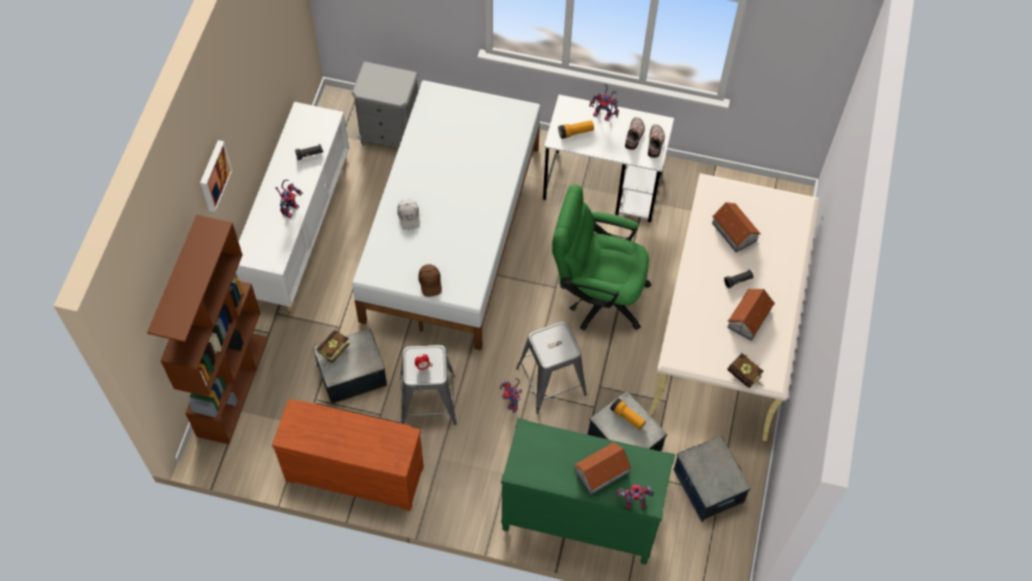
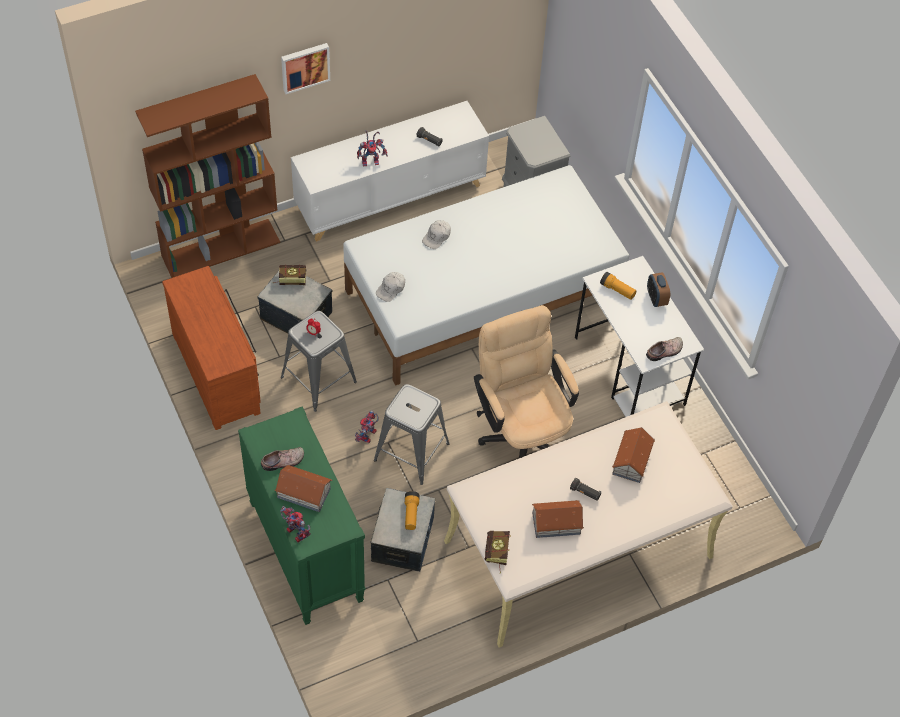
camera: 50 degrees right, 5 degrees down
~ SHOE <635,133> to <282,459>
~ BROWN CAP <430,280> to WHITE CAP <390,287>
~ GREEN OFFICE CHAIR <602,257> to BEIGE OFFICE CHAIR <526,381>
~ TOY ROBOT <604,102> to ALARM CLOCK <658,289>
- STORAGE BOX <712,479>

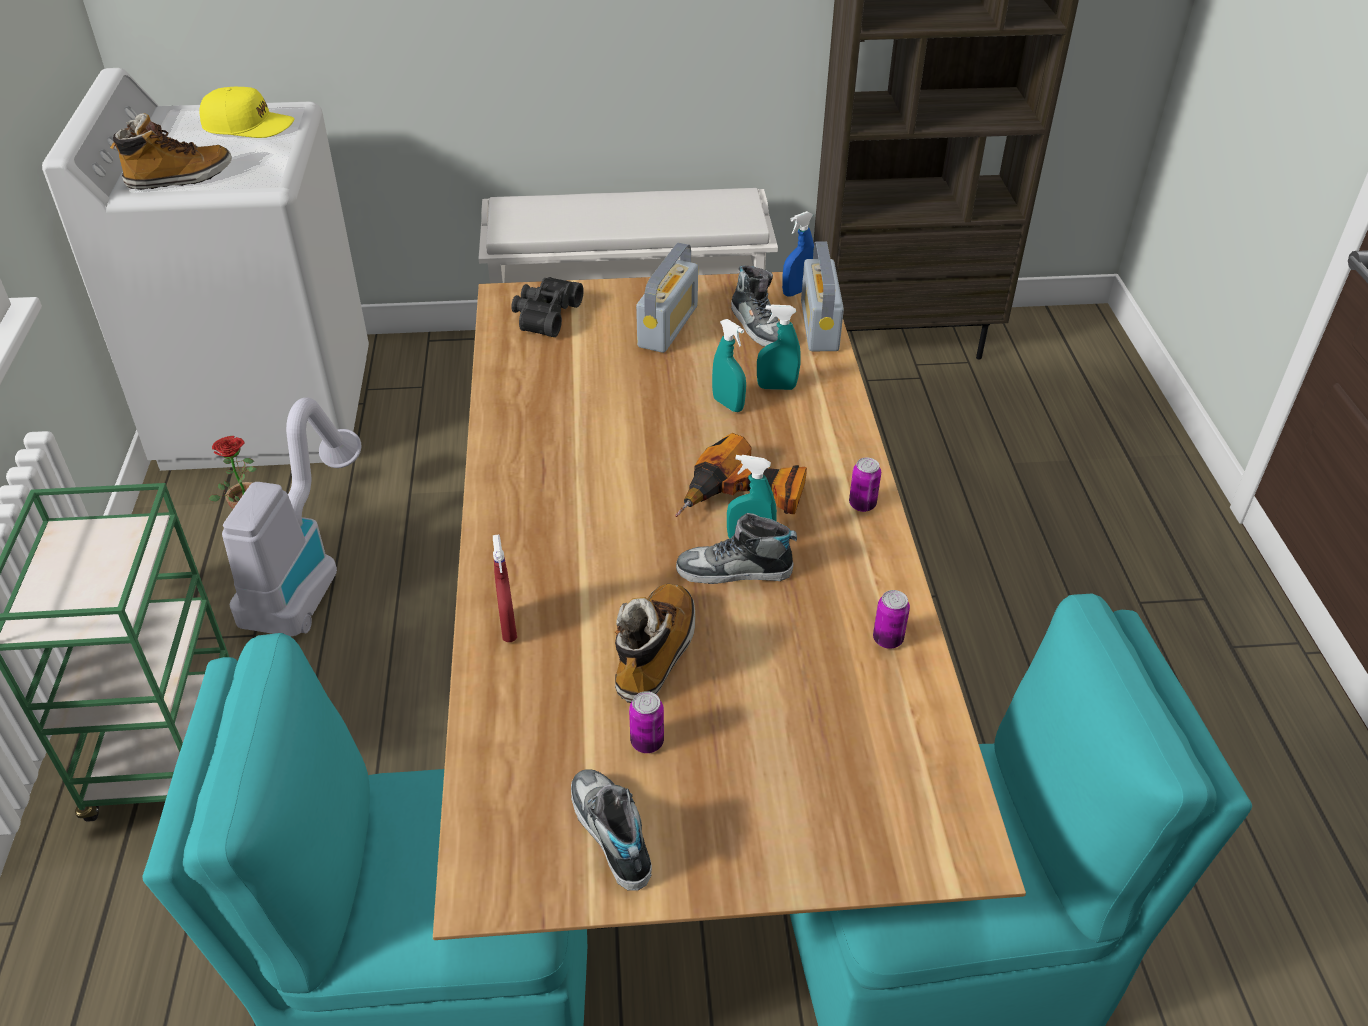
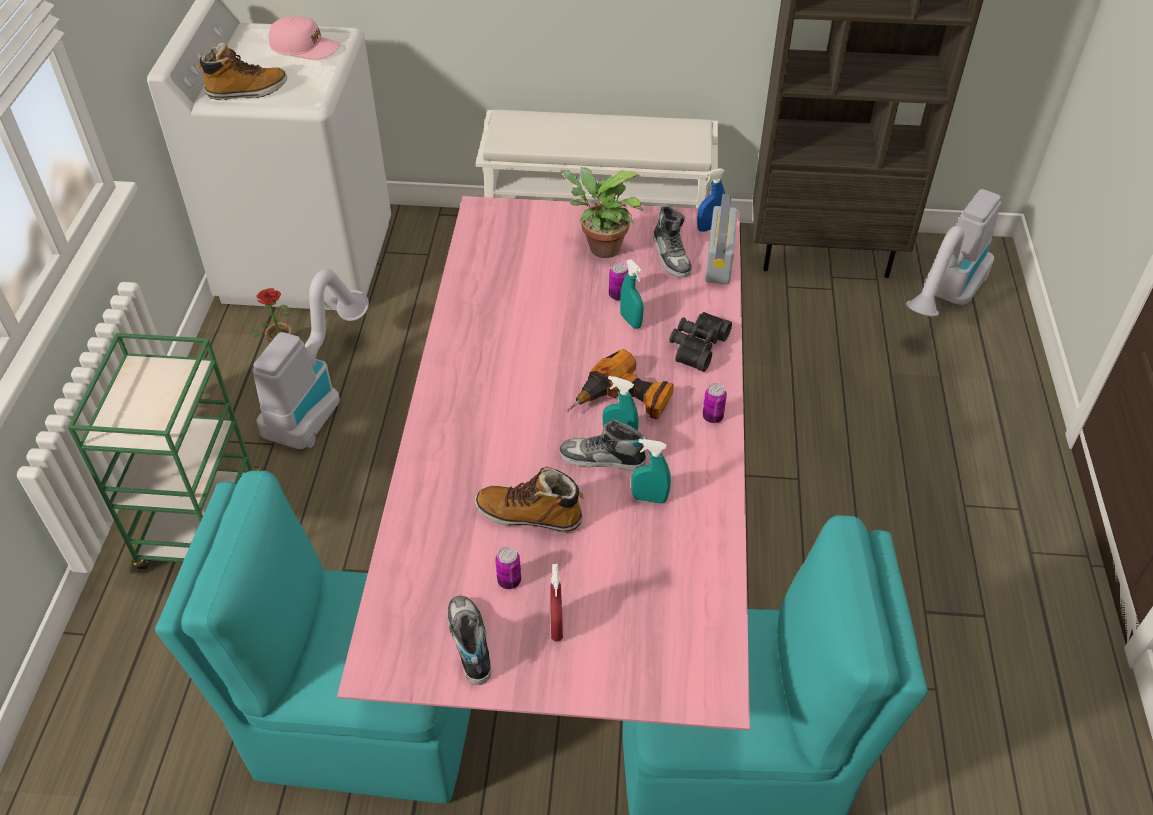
camera: 10 degrees right, 5 degrees up
~ YELLOW CAP <246,112> to PINK CAP <304,38>
~ BROWN DINING TABLE <729,606> to PINK DINING TABLE <543,463>
~ BOOT <655,643> = <529,499> 105 degrees counterclockwise
~ RED SPRAY BOTTLE <505,588> to <556,603>
~ RADIO <667,298> to POTTED PLANT <602,212>
~ CAN <891,619> to <618,281>
~ TURQUOISE SPRAY BOTTLE <779,347> to <651,471>
~ BLACK BINOCULARS <547,307> to <700,342>
+ VACUUM CLEANER <953,253>

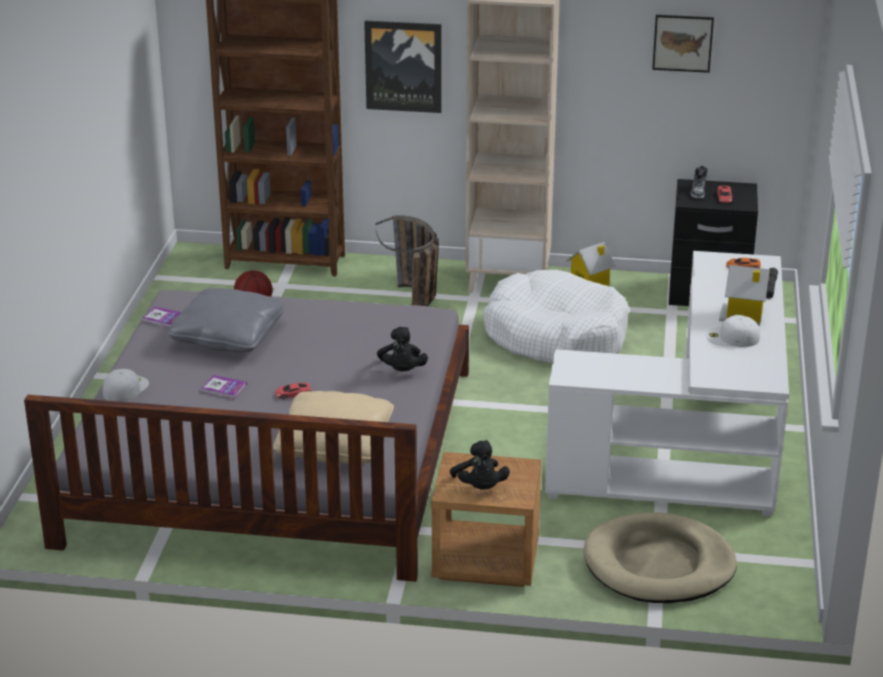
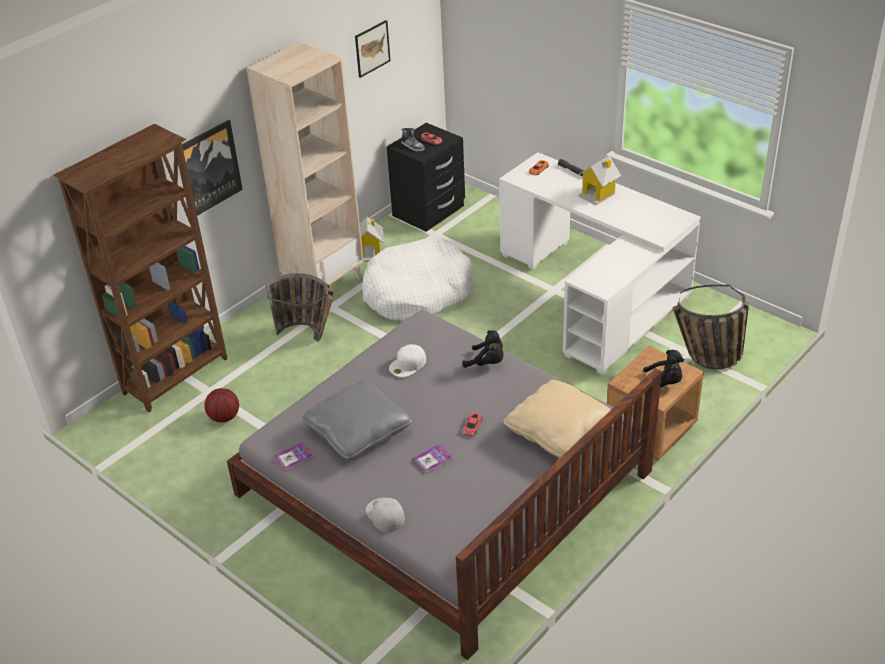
camera: 55 degrees left, 10 degrees up
~ WHITE CAP <733,331> to <407,360>
~ BEIGE DOG BED <660,557> to BASKET <710,327>

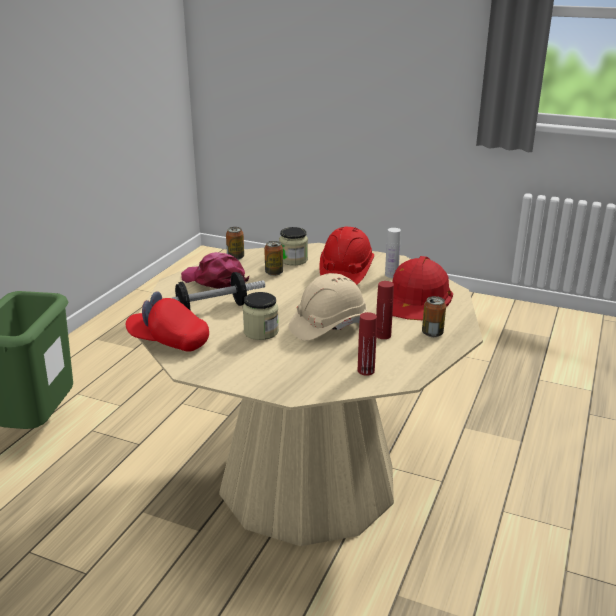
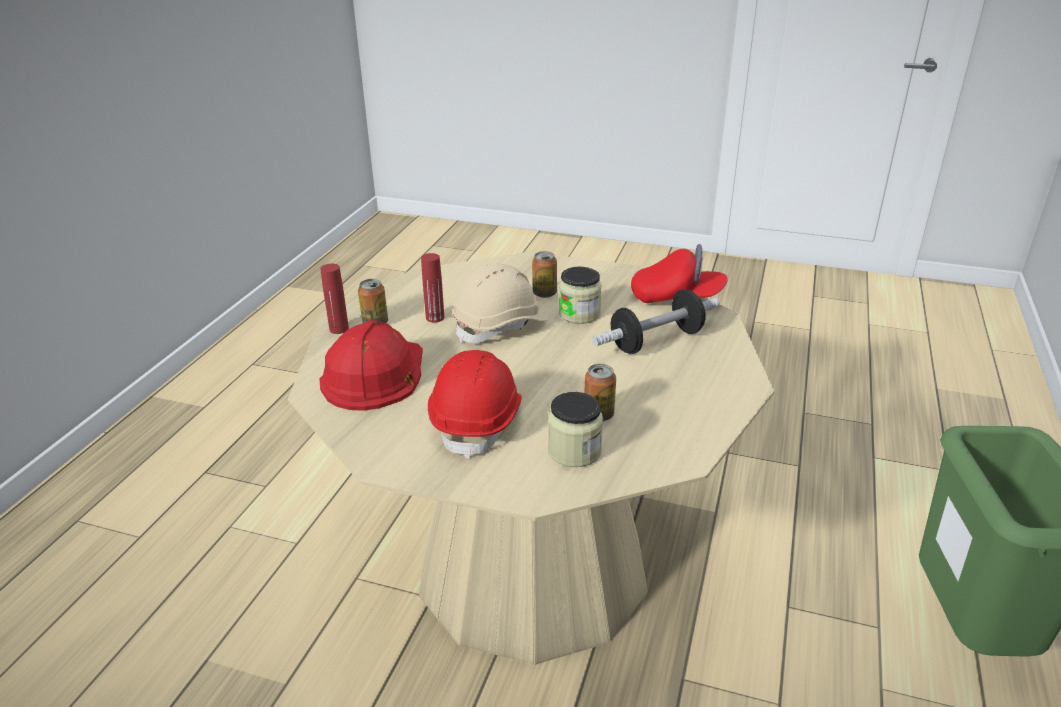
camera: 175 degrees right, 5 degrees up
~ RED BOTTLE <367,344> to <334,299>
~ CAN <235,243> to <544,274>
- PINK CAP <215,270>
- WHITE BOTTLE <393,253>

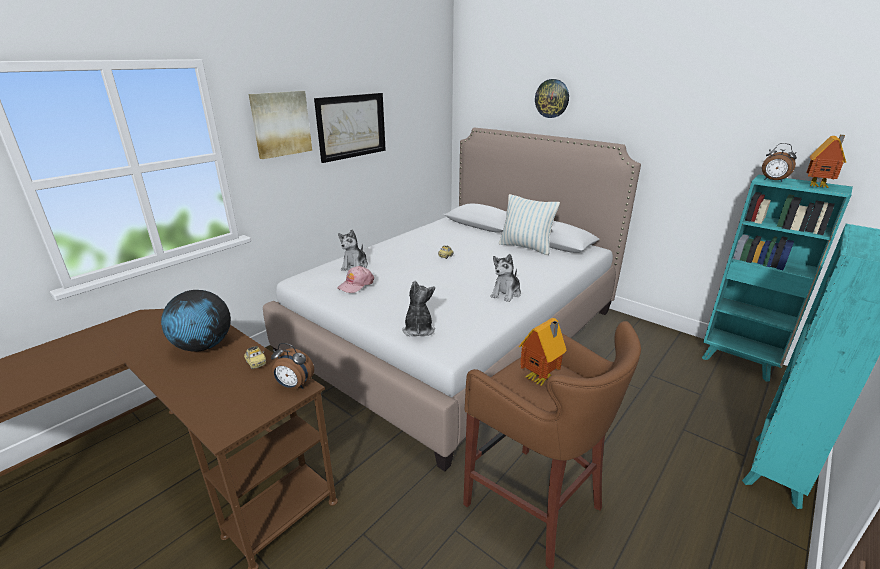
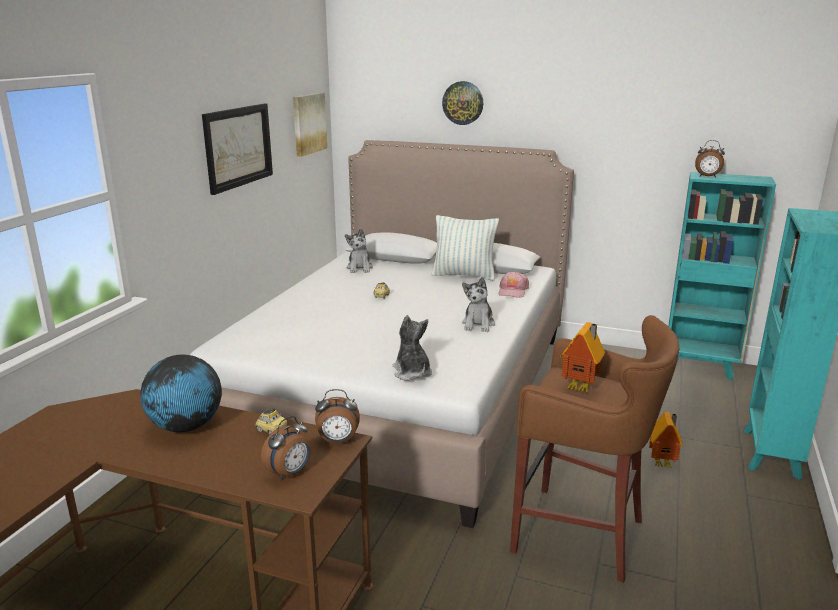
camera: 20 degrees left, 5 degrees down
+ ALARM CLOCK <286,448>
~ PICTURE <280,125> to <310,125>
~ PLUSH TOY <353,250> to <359,251>
~ PINK CAP <355,279> to <513,284>
~ TOY HOUSE <826,161> to <666,440>

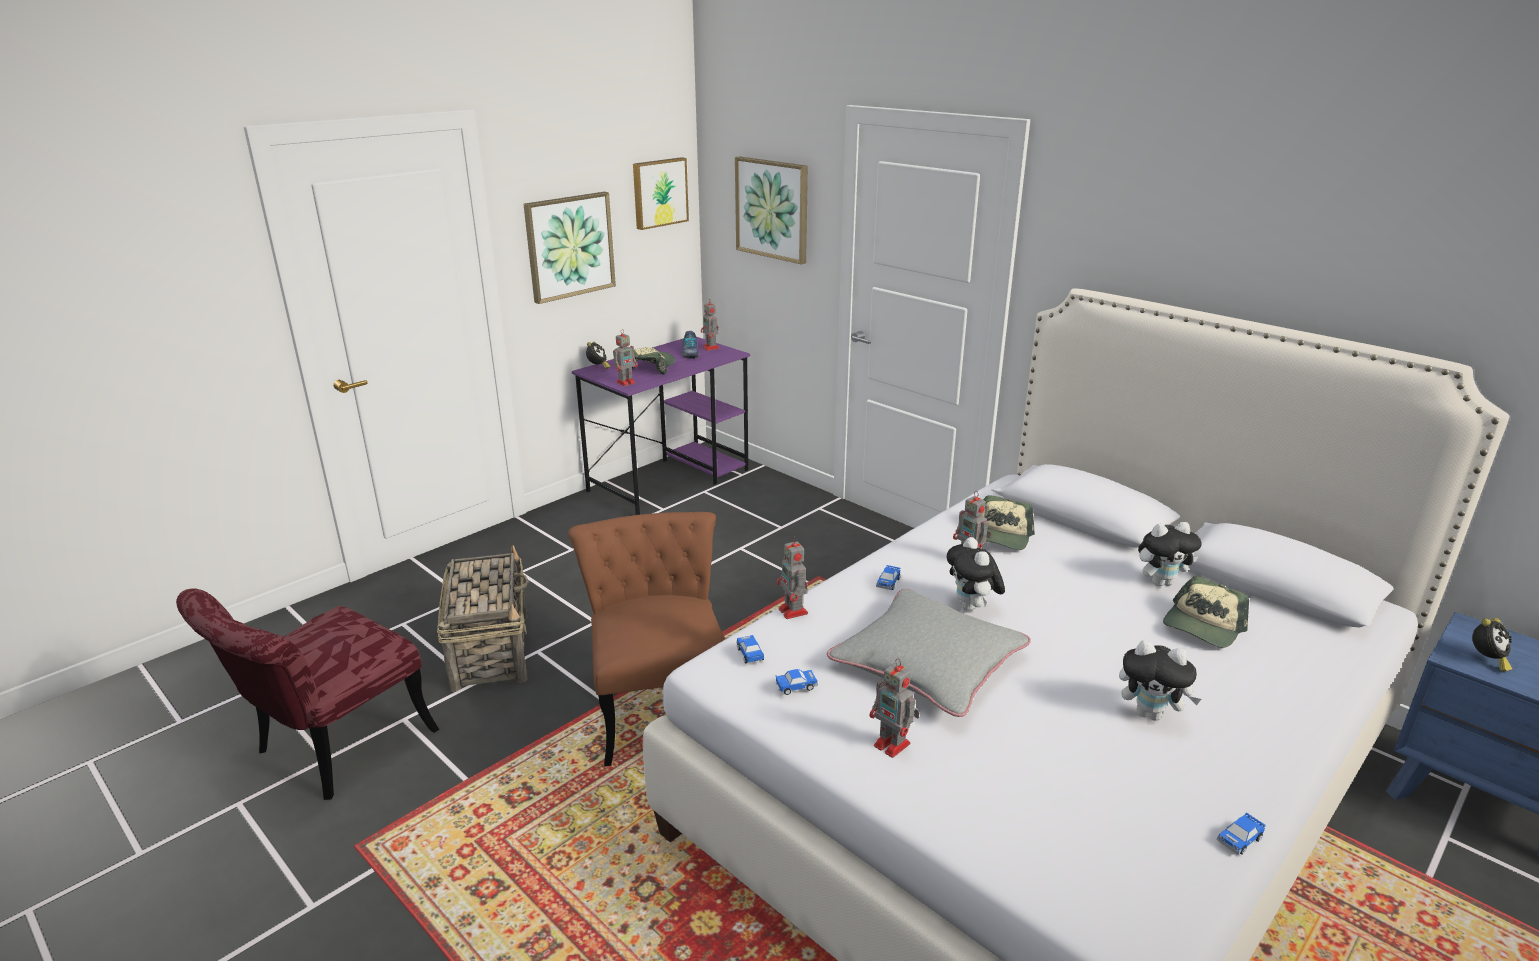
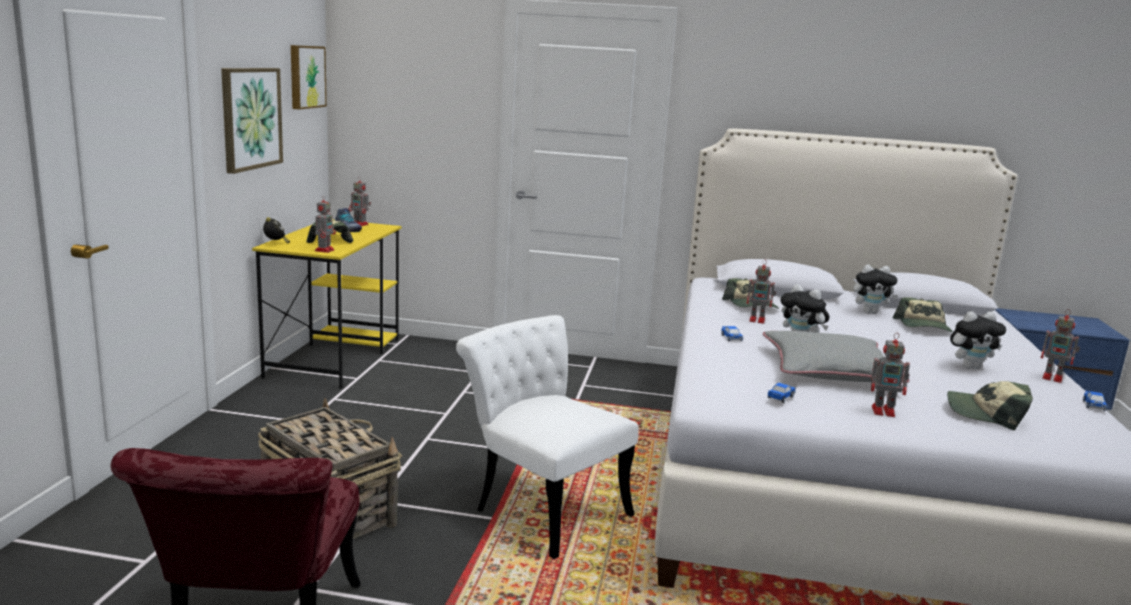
camera: 35 degrees left, 10 degrees down
~ PURPLE DESK <661,426> to YELLOW DESK <327,304>
~ BROWN CHAIR <646,639> to WHITE CHAIR <547,437>
~ PLUSH TOY <1170,554> = <875,289> 45 degrees clockwise
+ CAP <990,405>
~ TOY ROBOT <792,577> to <1060,346>
- PICTURE <771,210>
- TOY CAR <750,649>
- ALARM CLOCK <1492,645>

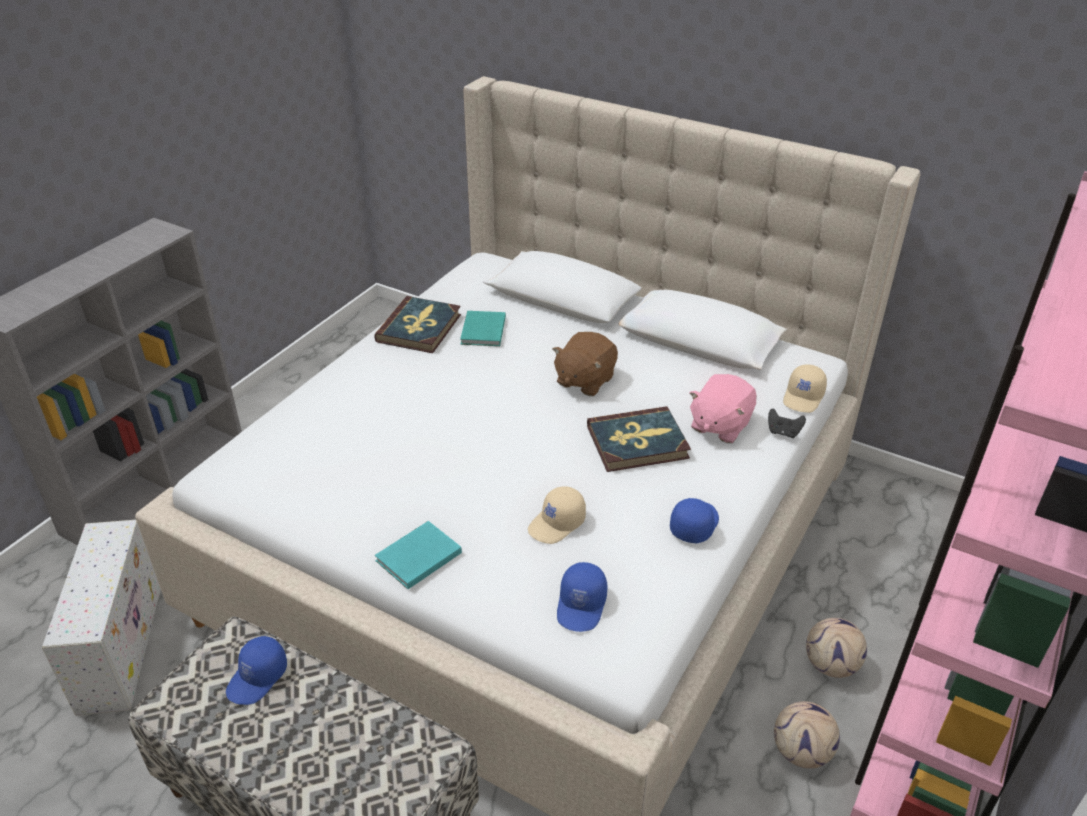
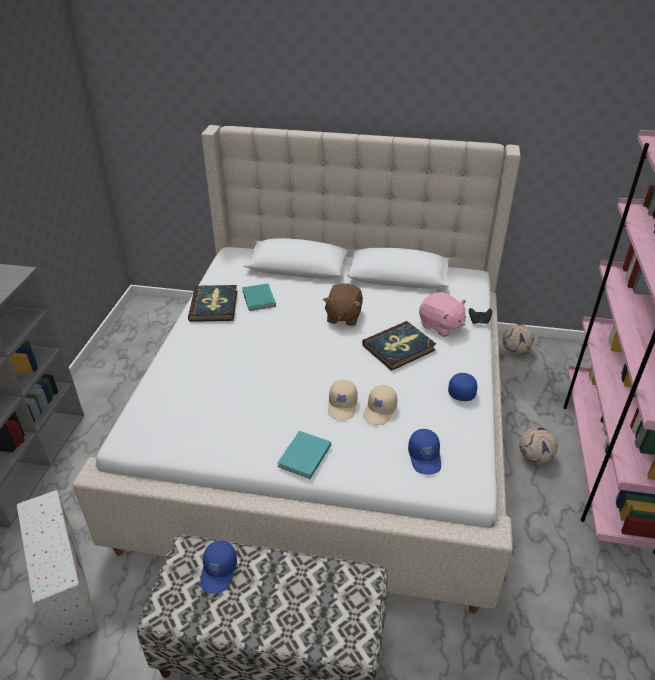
camera: 20 degrees left, 0 degrees up
~ BEIGE CAP <805,388> to <343,400>
~ PINK PLUSH TOY <722,408> = <442,314> 60 degrees counterclockwise
~ FOOTBALL <807,734> to <518,339>

